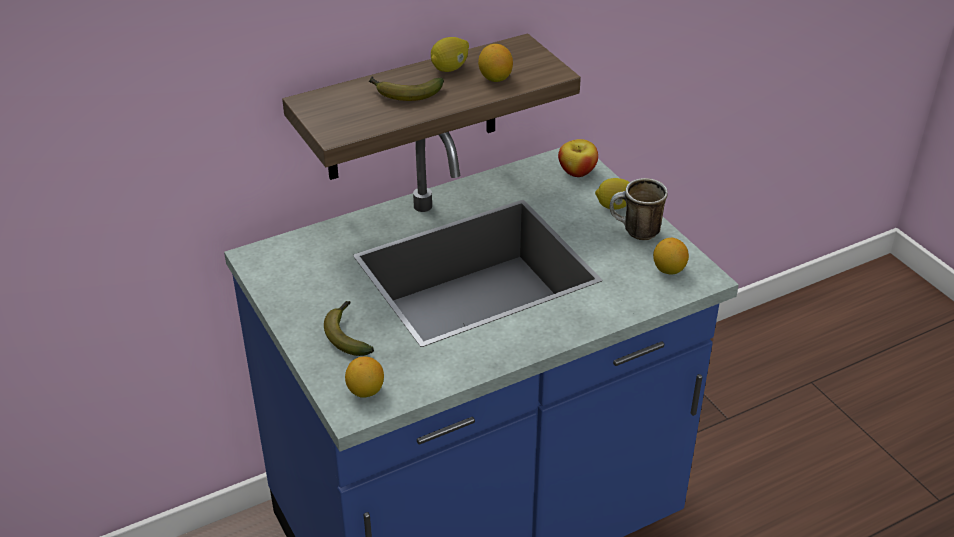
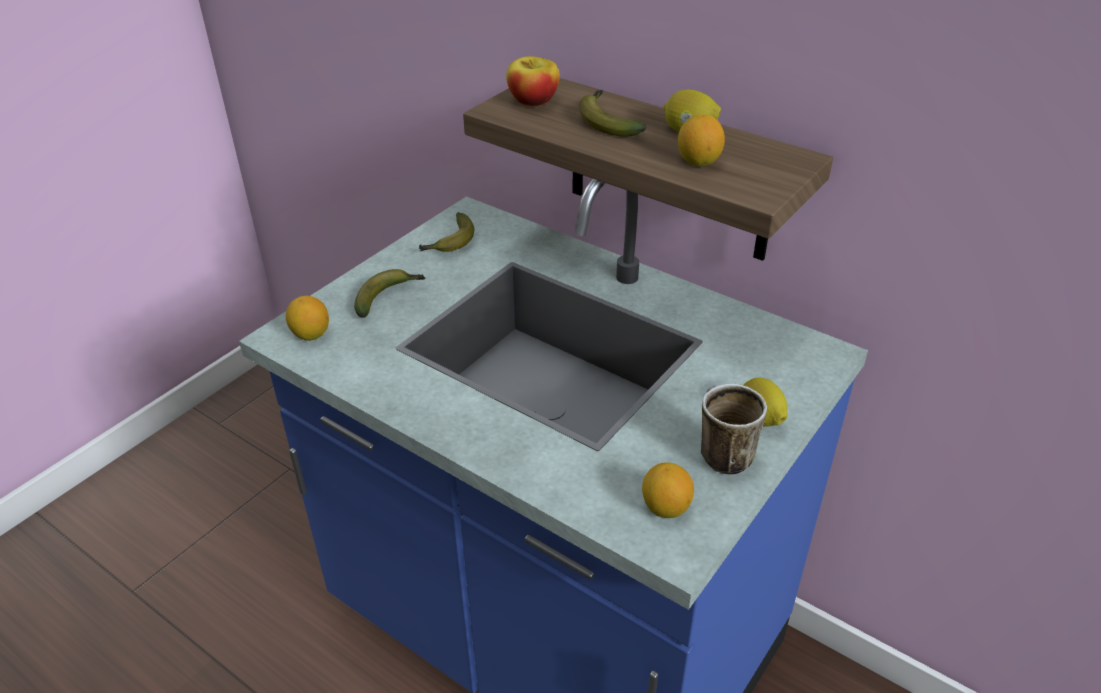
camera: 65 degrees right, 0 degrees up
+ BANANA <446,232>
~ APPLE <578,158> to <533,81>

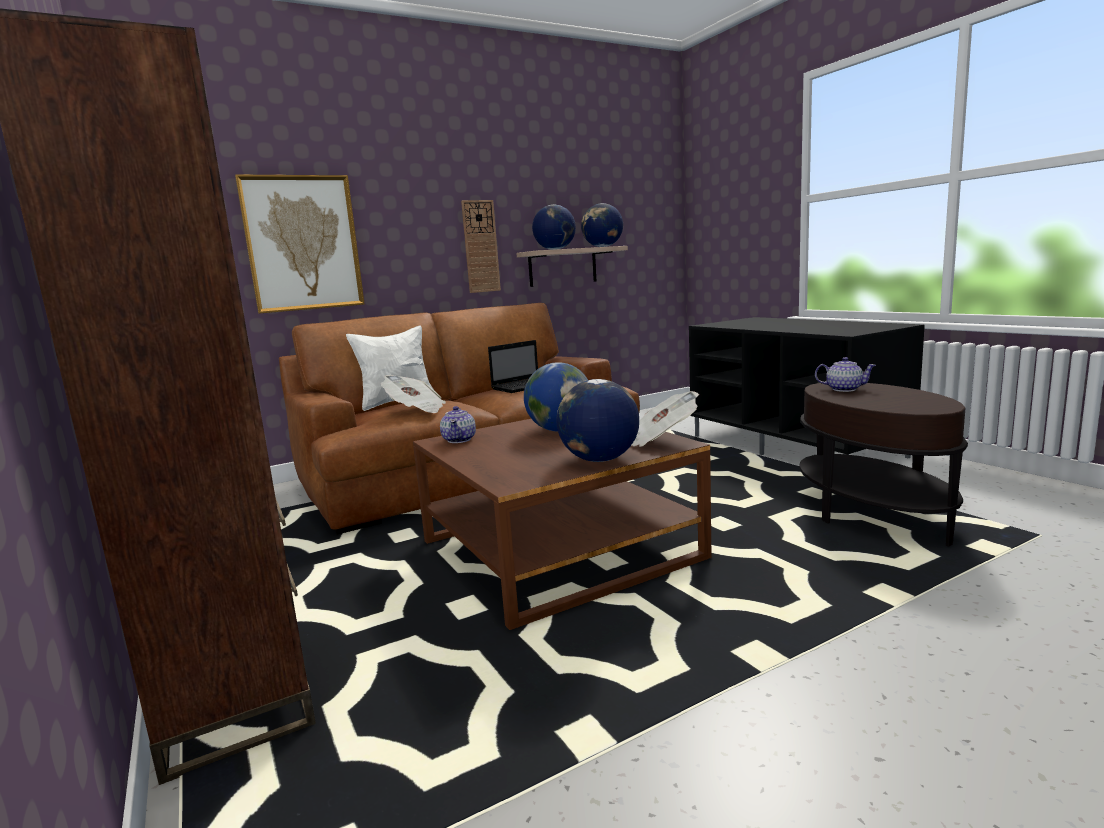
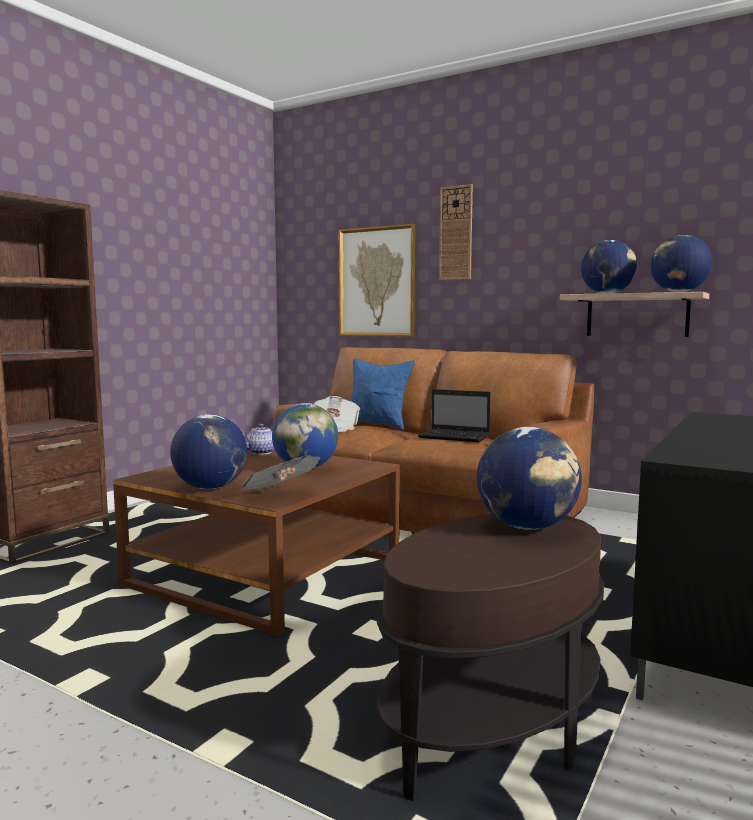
camera: 60 degrees right, 5 degrees down
~ WHITE PILLOW <390,368> to BLUE PILLOW <382,394>
~ WALL CLOCK <481,246> to <456,232>
~ TEAPOT <845,374> to GLOBE <529,478>

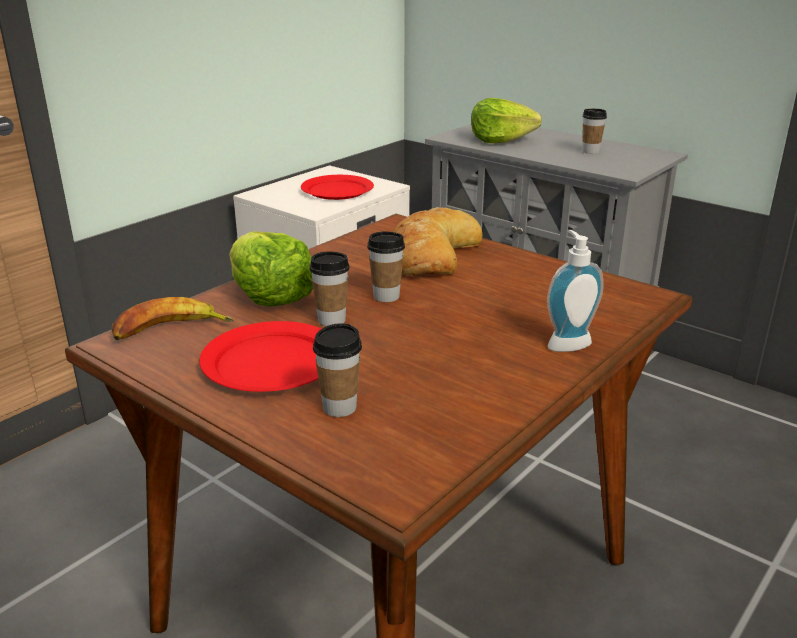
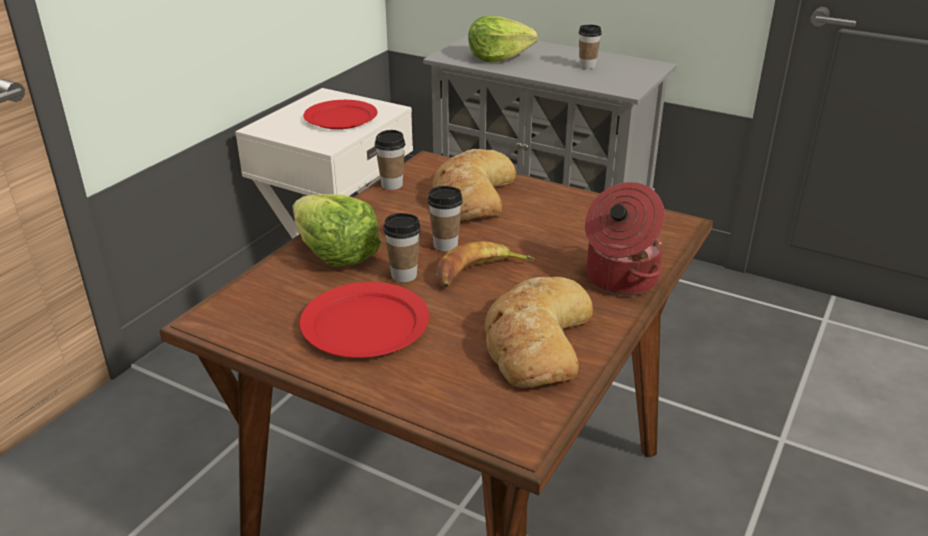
camera: 10 degrees left, 5 degrees up
~ CUP <337,370> to <390,160>
~ BANANA <173,318> to <485,264>
+ BREAD <538,332>
~ SOAP DISPENSER <575,291> to COOKING POT <625,239>

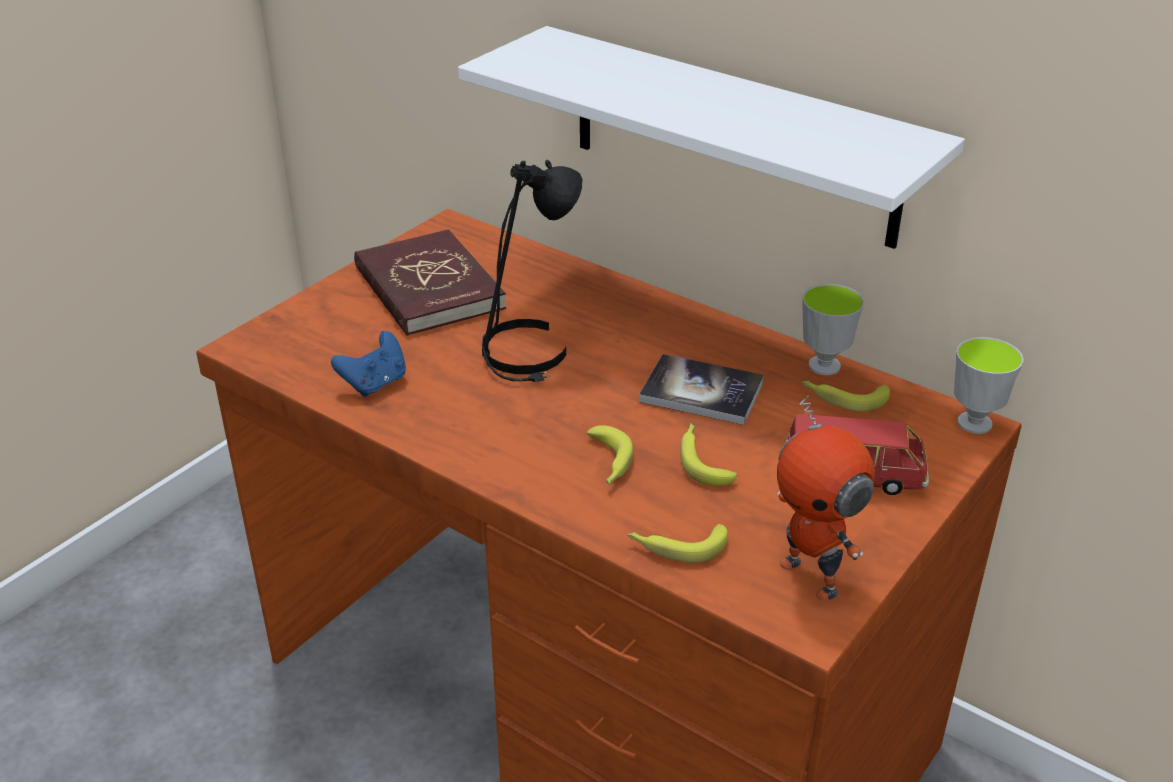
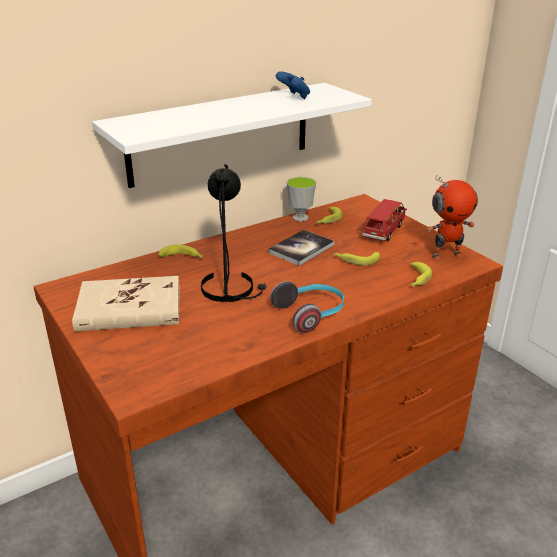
camera: 70 degrees left, 5 degrees down
~ RED BOOK <430,282> to BEIGE BOOK <126,303>
~ BANANA <610,454> to <181,251>
+ HEADPHONES <307,307>
~ BLUE GAME CONTROLLER <368,364> to <293,85>
- CUP <989,385>

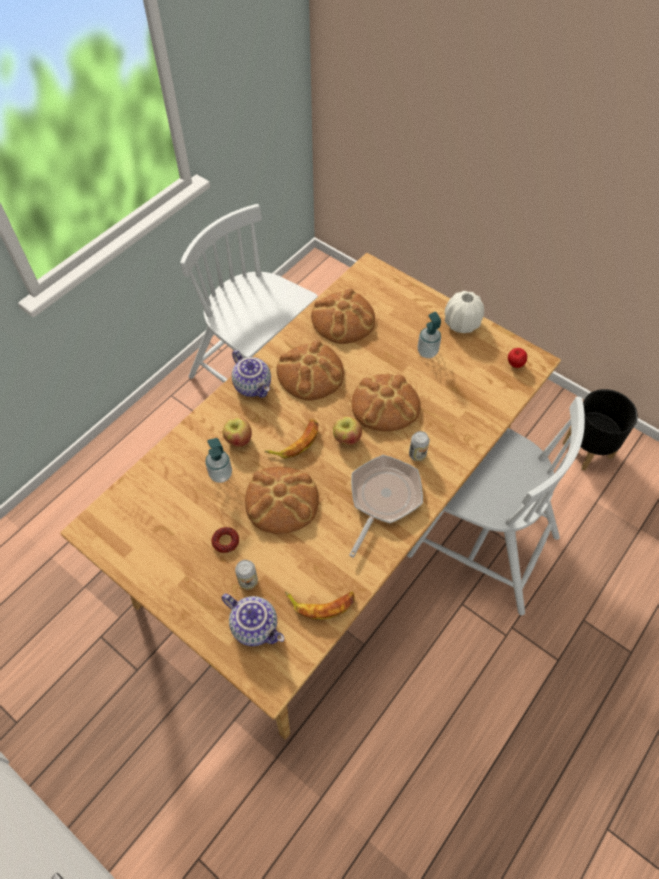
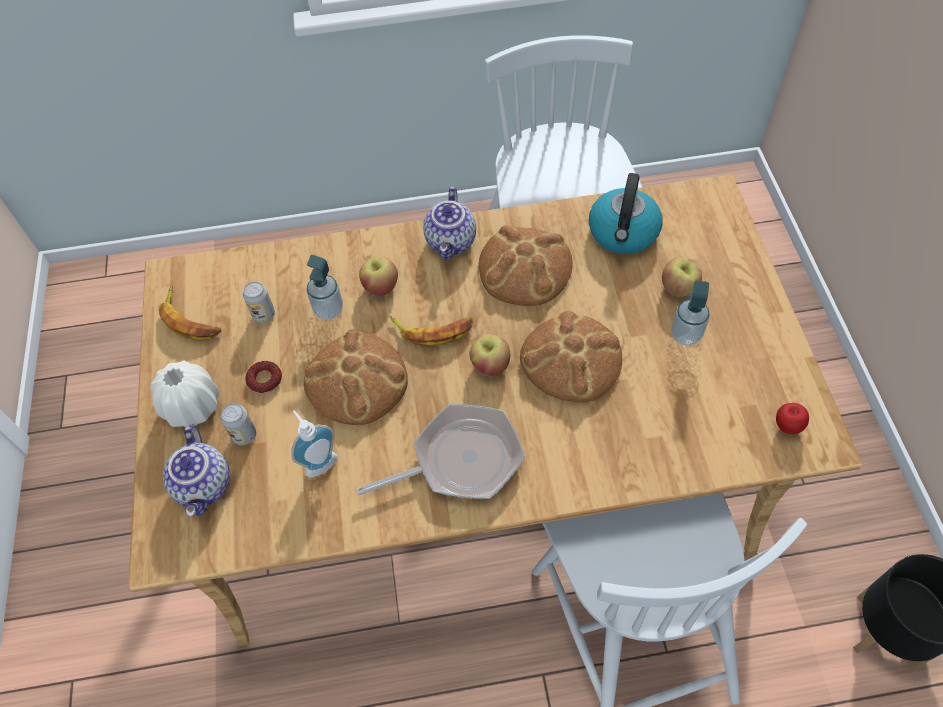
camera: 45 degrees right, 0 degrees up
~ WHITE VASE <464,312> to <184,394>
~ BANANA <320,605> to <190,313>
~ CAN <419,446> to <259,302>
+ SOAP DISPENSER <314,443>
~ BREAD <343,316> to KETTLE <626,213>
+ APPLE <682,277>

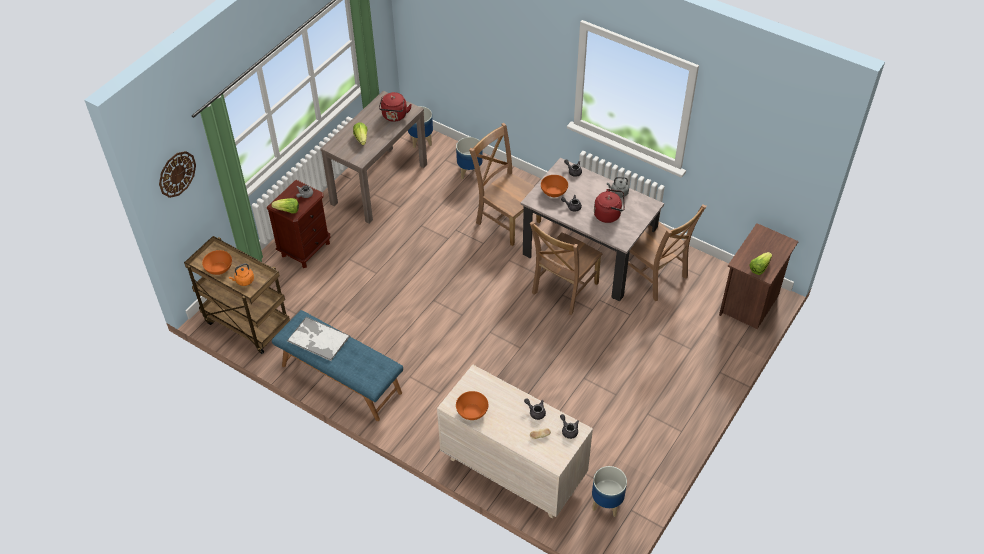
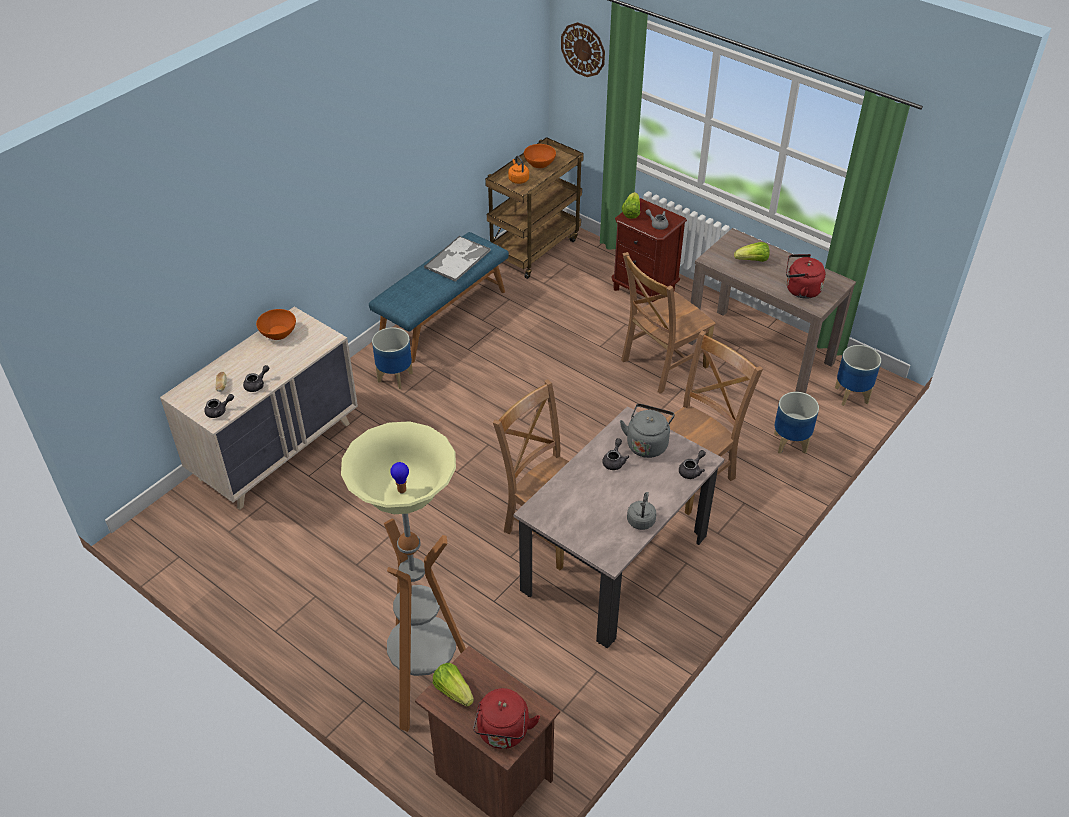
camera: 95 degrees right, 5 degrees down
+ FLOOR LAMP <403,576>
~ PLANTER <609,491> to <392,358>
~ RED KETTLE <609,206> to <506,718>
~ ORANGE BOWL <554,186> to GREY KETTLE <647,431>
~ BROWN CHAIR <667,252> to <668,323>

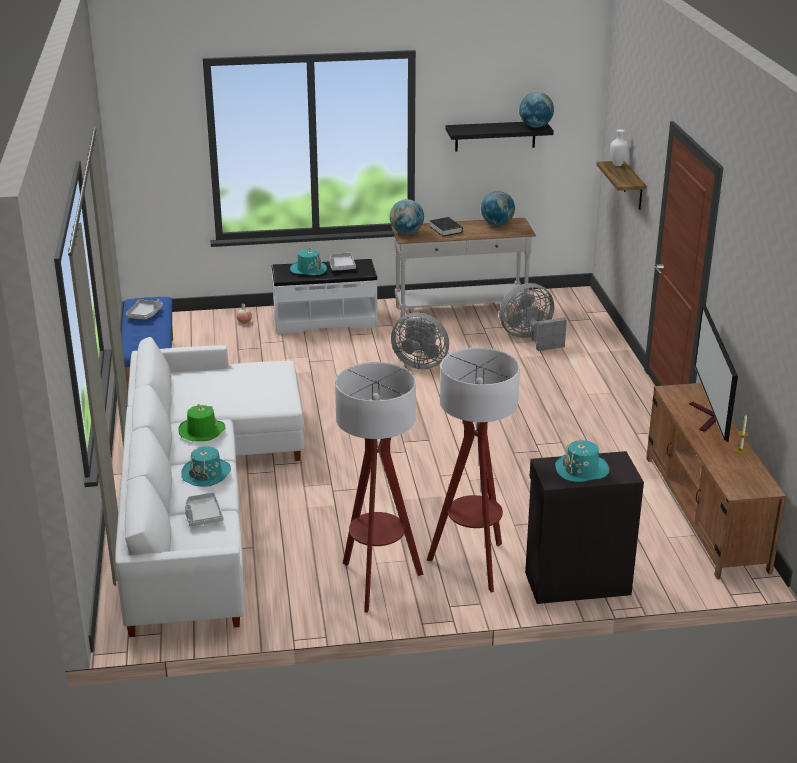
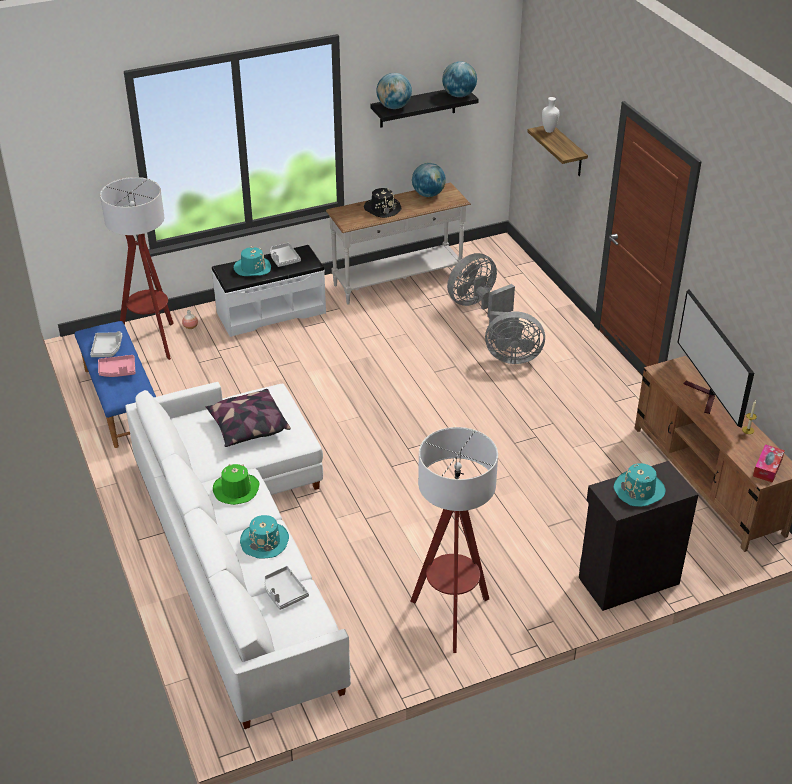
camera: 15 degrees left, 10 degrees up
+ PINK TRAY <117,366>
~ FLOOR LAMP <473,470> to <136,268>
+ PILLOW <248,418>
~ BLACK BOOK <446,226> to BLACK HAT <382,203>
~ GLOBE <407,216> to <394,91>
~ GREY FAN <420,340> to <515,337>
+ TISSUE BOX <769,463>

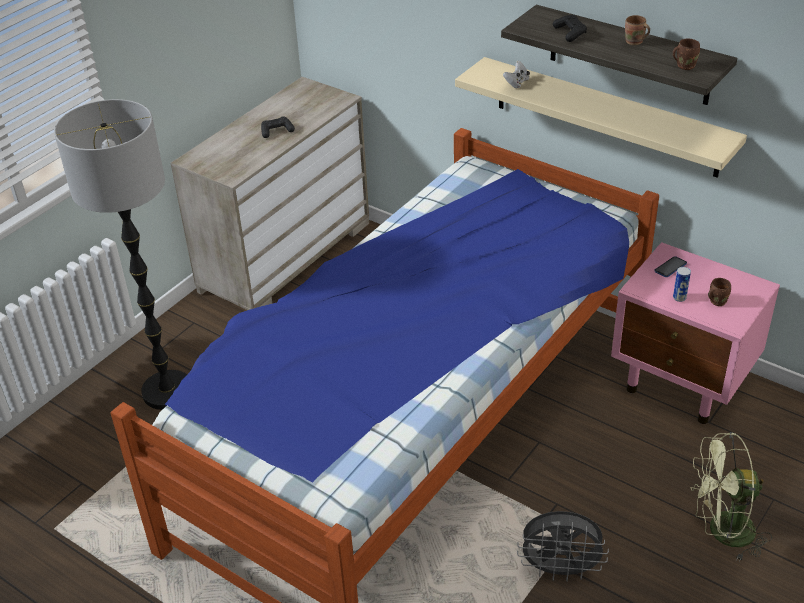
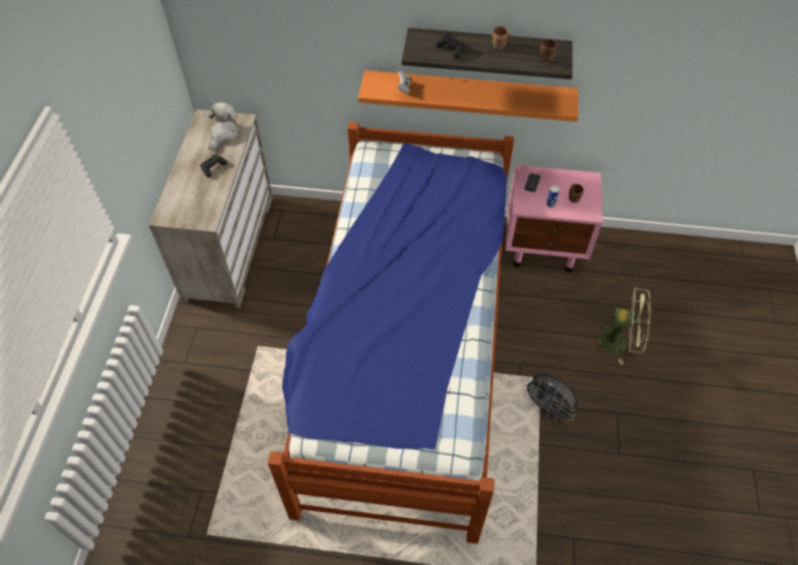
camera: 30 degrees left, 15 degrees up
+ PLUSH TOY <223,126>
~ BEIGE SHELF <601,117> to ORANGE SHELF <468,96>
~ GREY FAN <563,546> = <550,398> 60 degrees clockwise
~ GREEN FAN <731,497> = <620,326> 135 degrees counterclockwise
- FLOOR LAMP <120,254>

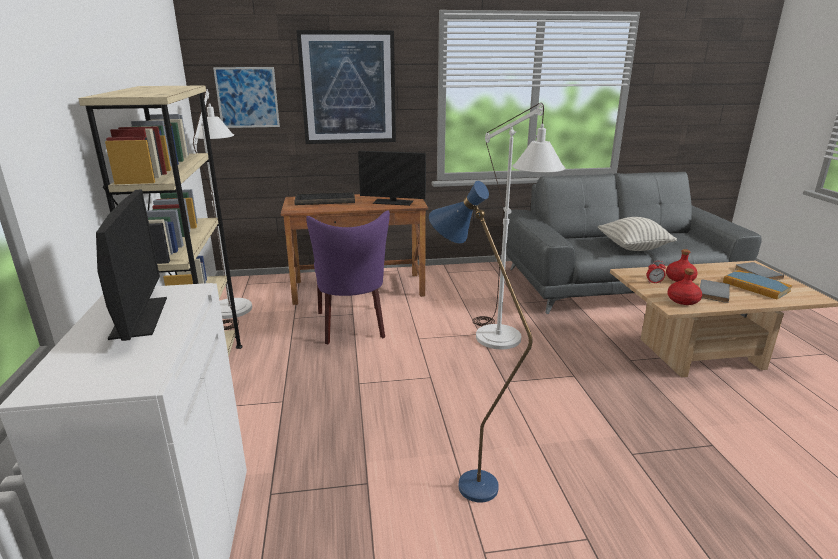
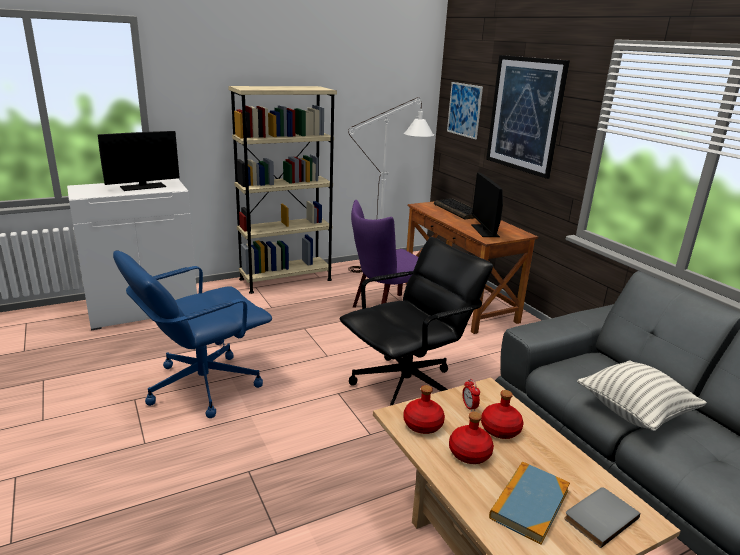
camera: 70 degrees right, 0 degrees up
~ BLUE FLOOR LAMP <480,342> to BLUE OFFICE CHAIR <192,334>
~ WHITE FLOOR LAMP <519,226> to BLACK OFFICE CHAIR <416,321>
~ GREY BOOK <715,291> to RED BOTTLE <471,438>

